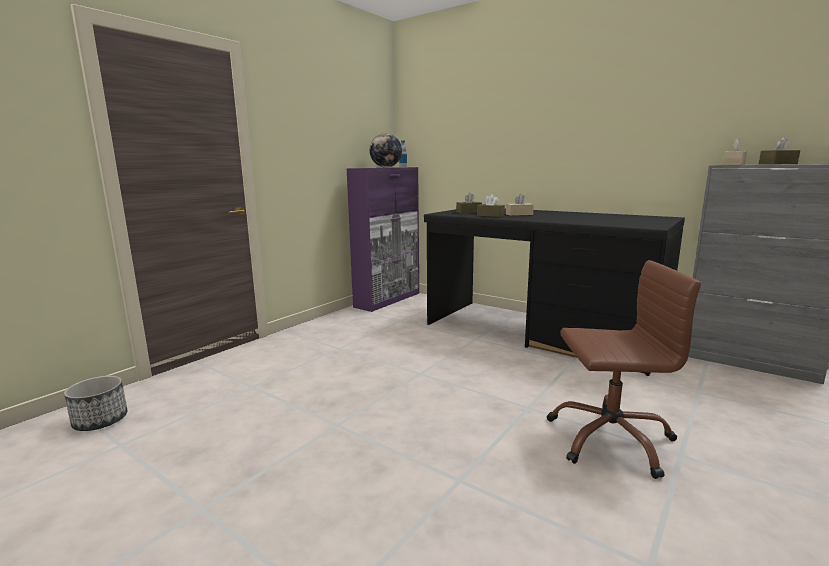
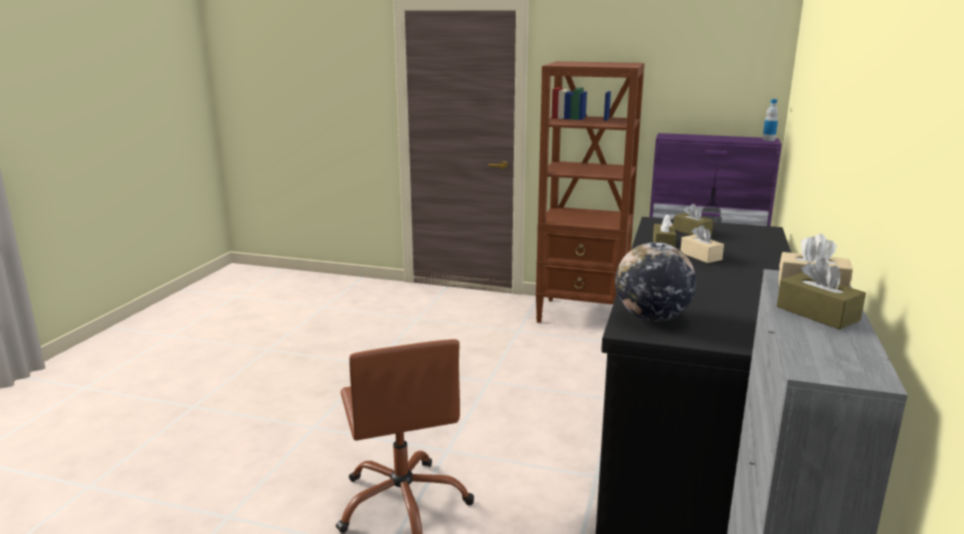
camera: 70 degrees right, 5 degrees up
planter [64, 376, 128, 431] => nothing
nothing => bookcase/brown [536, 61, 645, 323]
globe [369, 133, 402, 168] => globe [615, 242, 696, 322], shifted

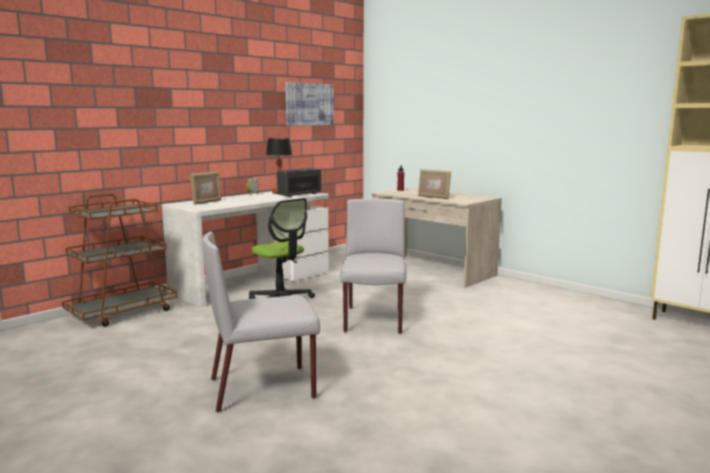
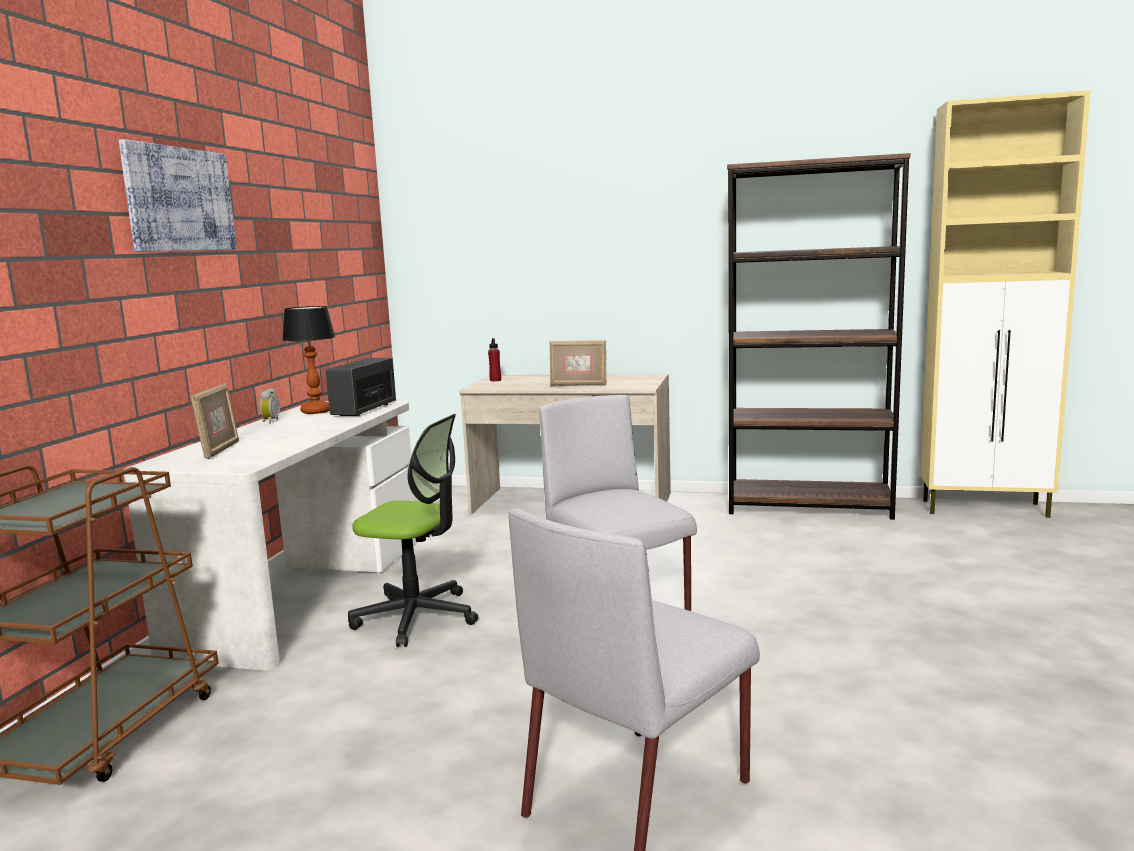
camera: 30 degrees left, 0 degrees up
nothing => bookcase/brown [727, 153, 910, 520]
picture [285, 82, 334, 126] => picture [119, 139, 237, 252], shifted

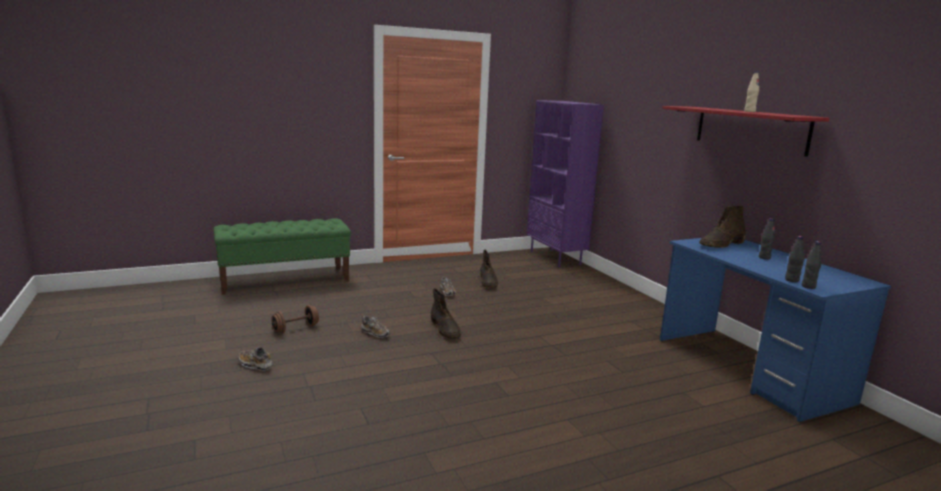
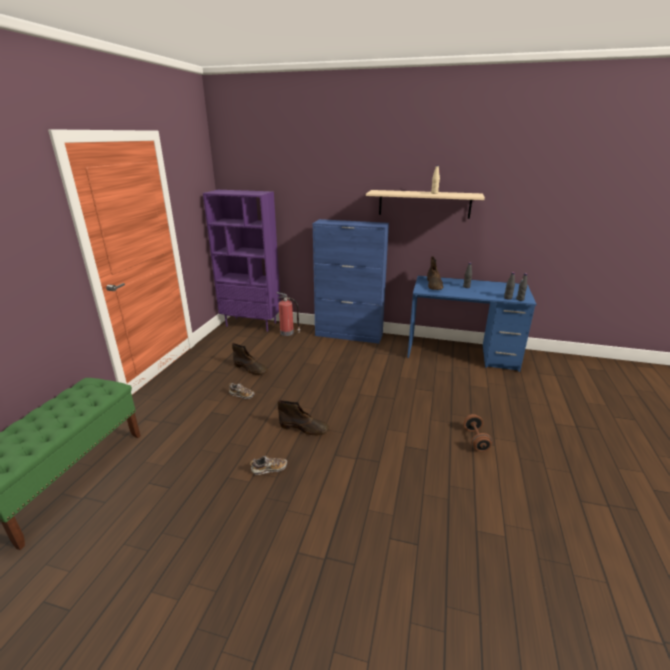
camera: 50 degrees left, 10 degrees up
shoe [238, 347, 273, 371] => nothing
nothing => fire extinguisher [277, 292, 300, 336]
nothing => cabinet/blue [312, 219, 389, 344]
dumbbell/brown [271, 305, 319, 333] => dumbbell/brown [463, 414, 492, 452], shifted
shelf/red [662, 106, 830, 157] => shelf/beige [366, 190, 485, 219]

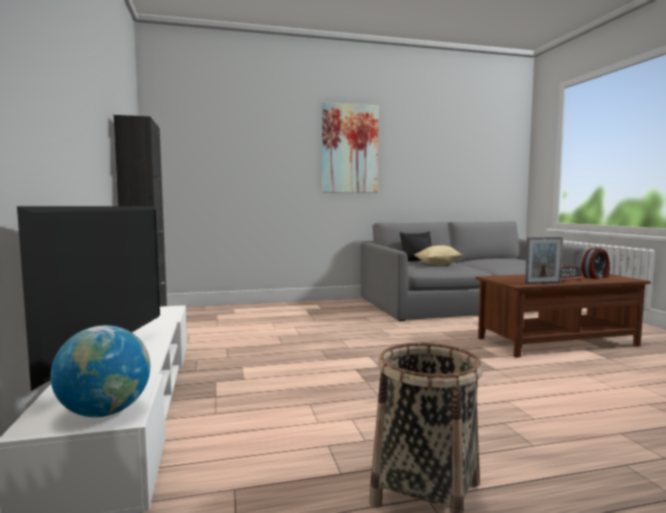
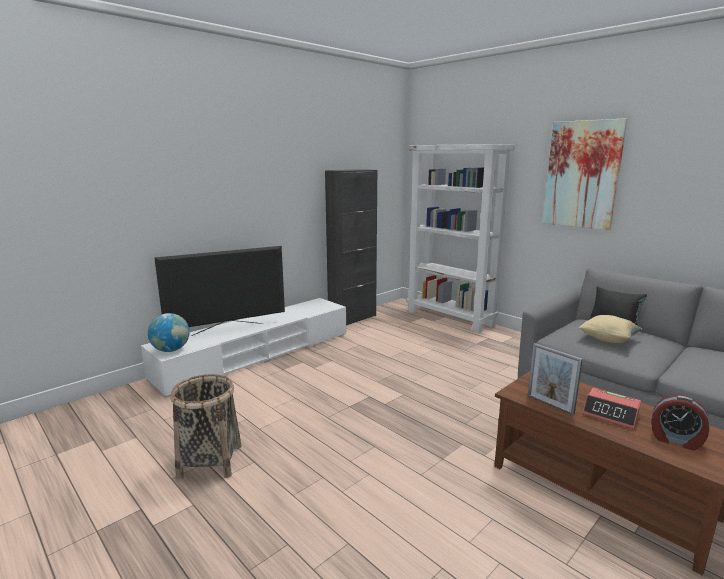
camera: 60 degrees right, 10 degrees up
nothing => bookcase/white [407, 144, 515, 333]

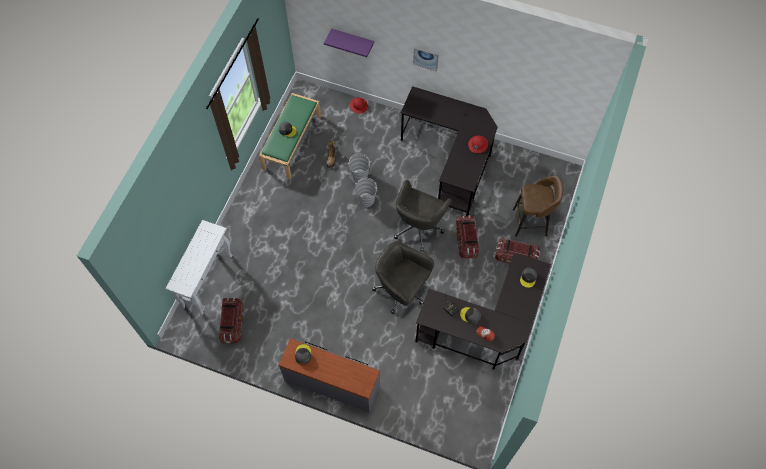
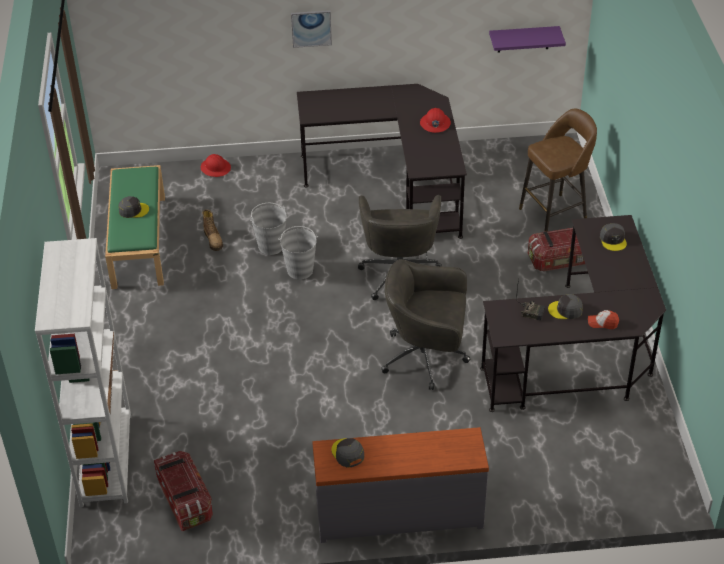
camera: 25 degrees left, 20 degrees down
storage box [456, 215, 479, 258] => nothing
shelf/purple [324, 28, 374, 57] => shelf/purple [489, 26, 566, 53], shifted
console table/white [166, 220, 233, 315] => bookcase/white [35, 238, 131, 507]

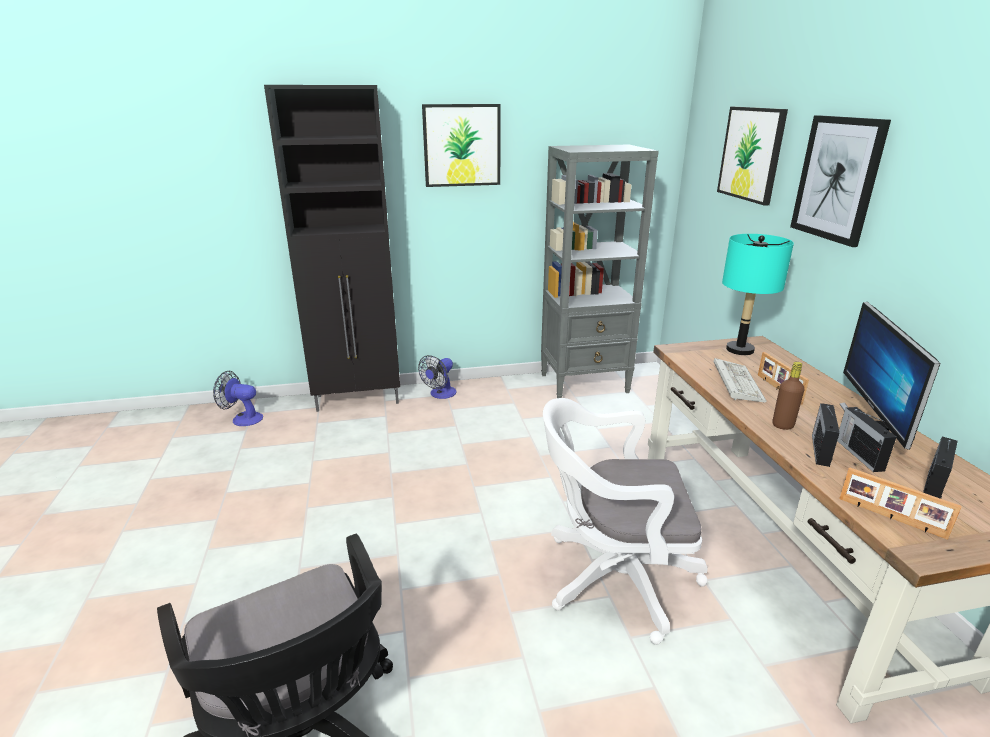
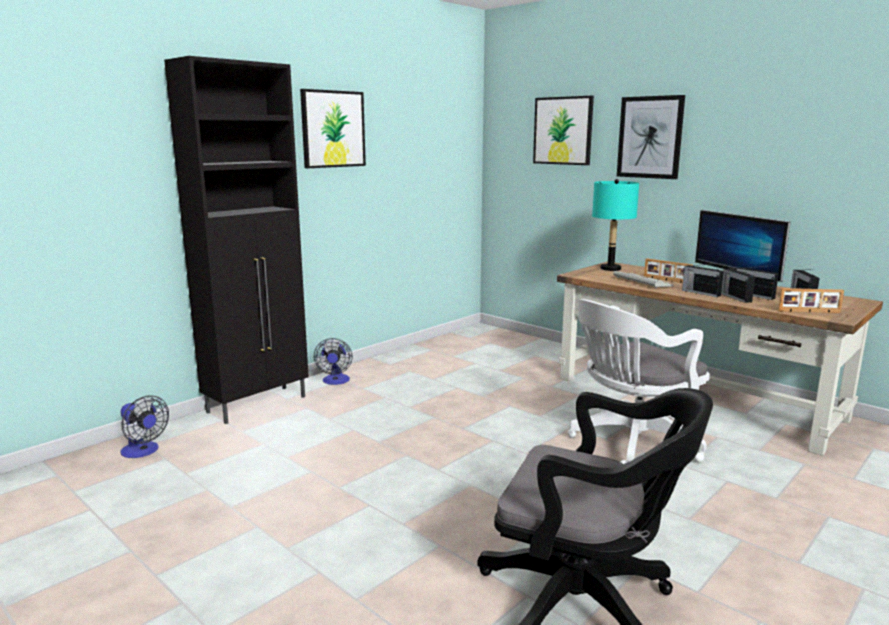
camera: 35 degrees left, 10 degrees down
bookcase/grey [541, 145, 659, 398] => nothing
bottle/brown [772, 362, 804, 430] => radio [682, 263, 724, 297]
fan [213, 371, 263, 426] => fan [121, 395, 169, 458], 120 degrees counterclockwise

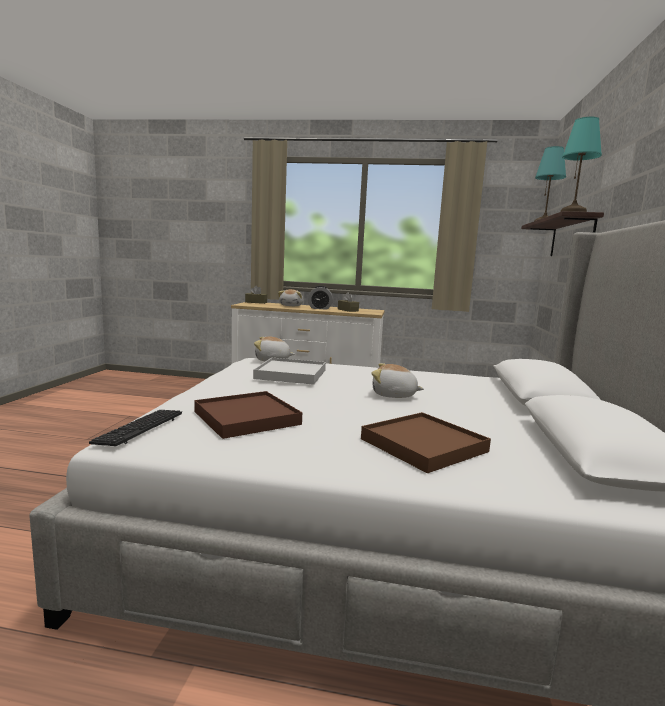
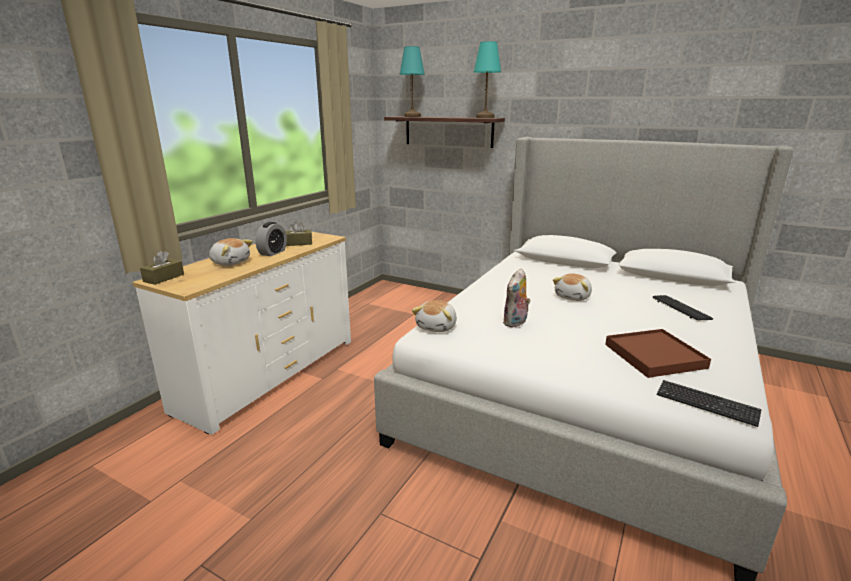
camera: 70 degrees left, 10 degrees up
tray/white [253, 358, 326, 385] => plush toy [503, 268, 531, 328]
tray/brown [361, 412, 491, 473] => keyboard [652, 295, 713, 320]

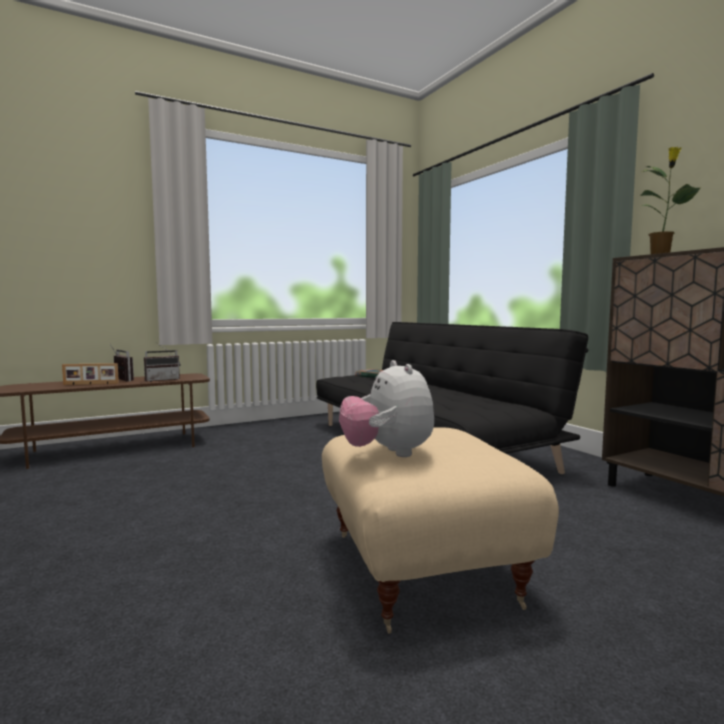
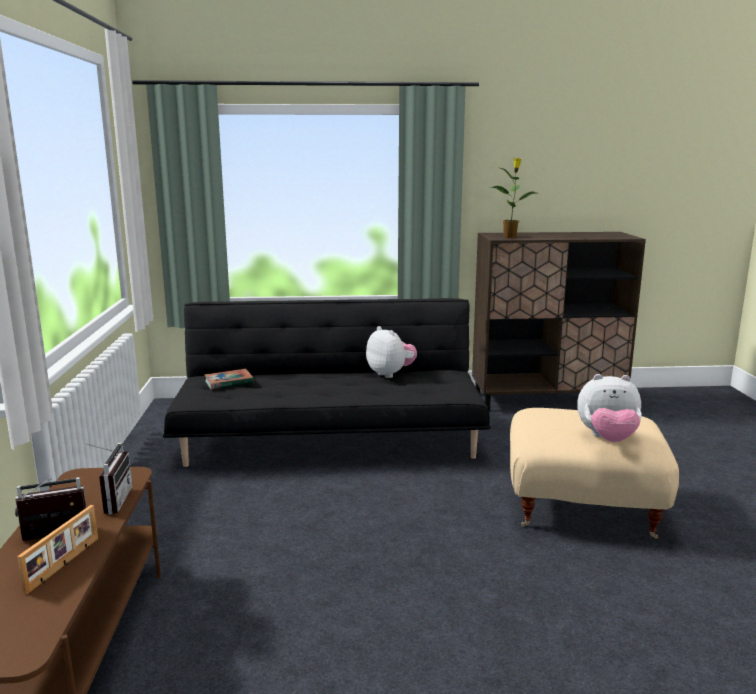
camera: 65 degrees left, 10 degrees up
nothing => plush toy [366, 326, 417, 378]

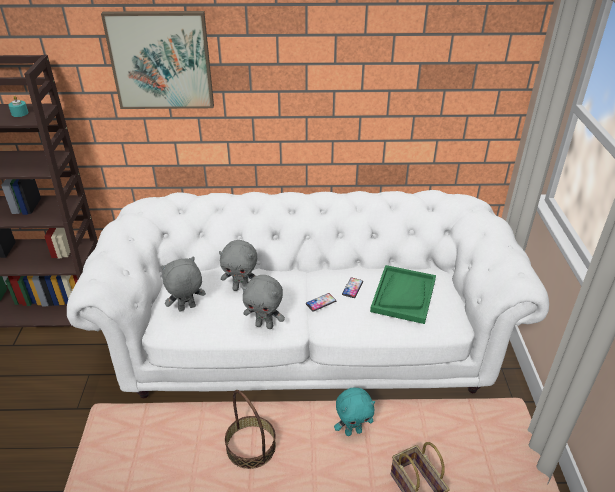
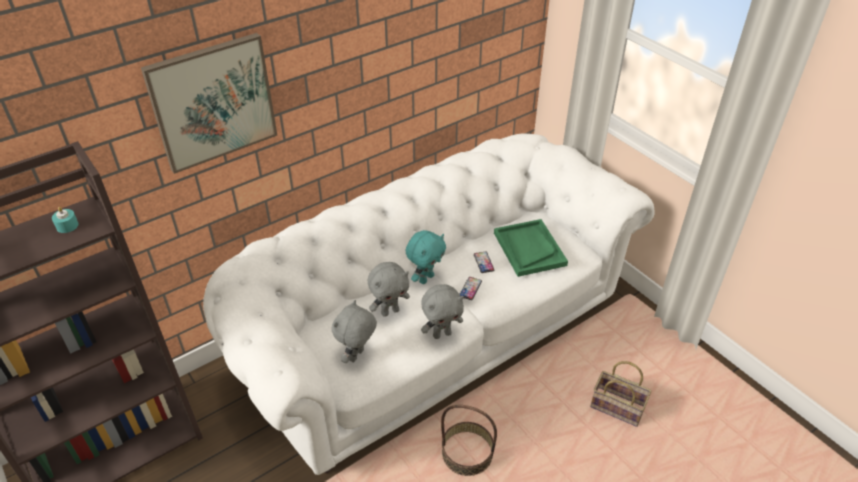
camera: 35 degrees left, 5 degrees up
plush toy/turquoise [334, 388, 375, 436] => plush toy/turquoise [405, 230, 446, 284], shifted

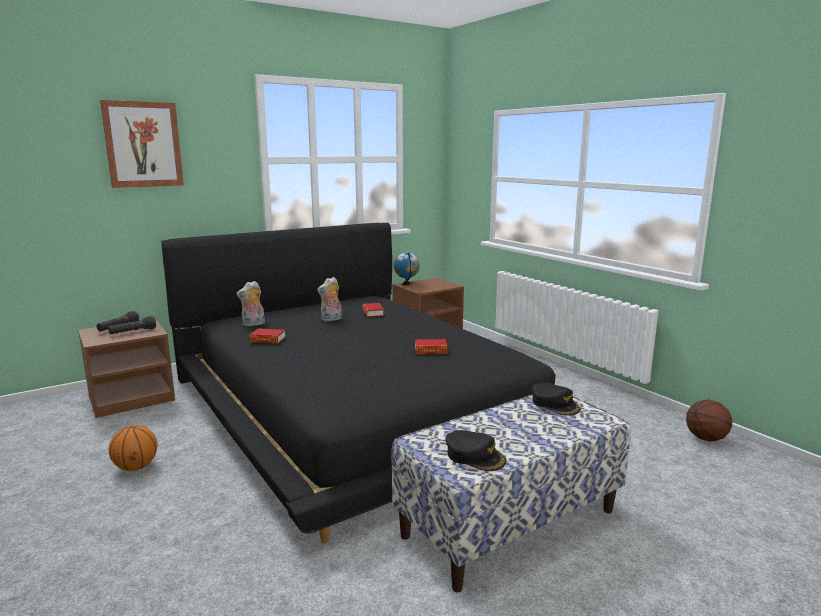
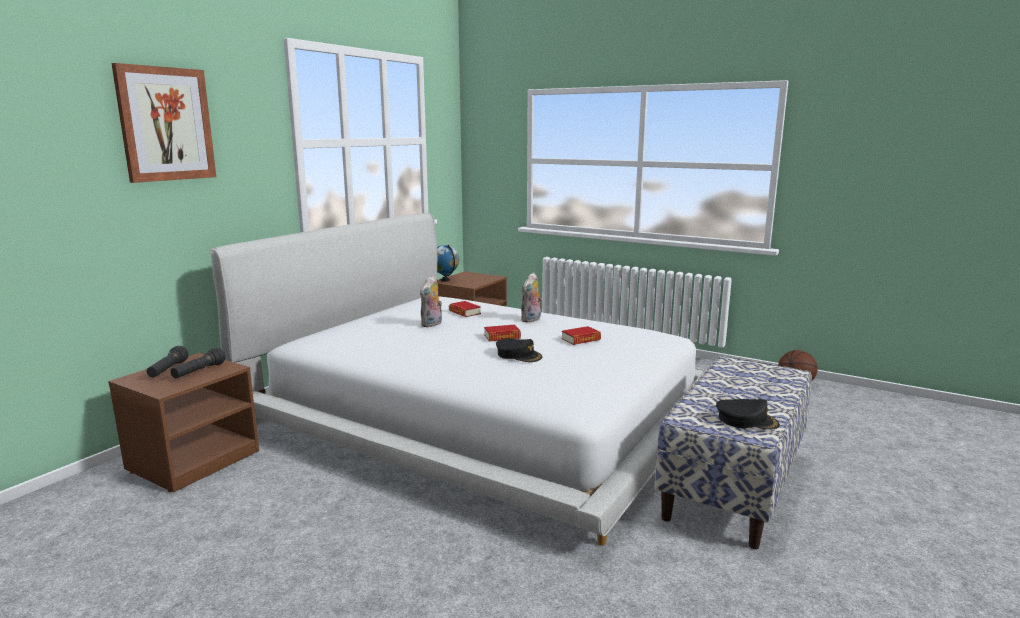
camera: 25 degrees left, 0 degrees up
basketball [109, 425, 157, 471] => nothing
plush toy [236, 281, 265, 326] => plush toy [521, 272, 543, 323], shifted
book [249, 328, 286, 343] => book [484, 325, 521, 341], shifted
cap/black [532, 383, 581, 416] => cap/black [496, 338, 542, 362], shifted
bed/black [161, 223, 556, 543] => bed/white [211, 213, 707, 546]

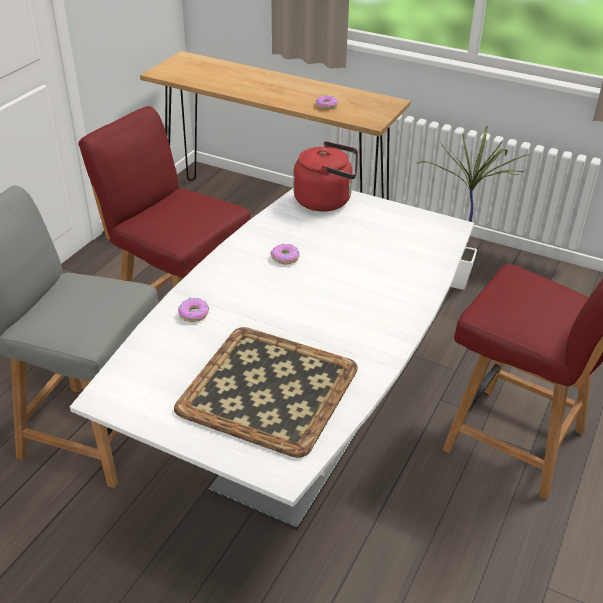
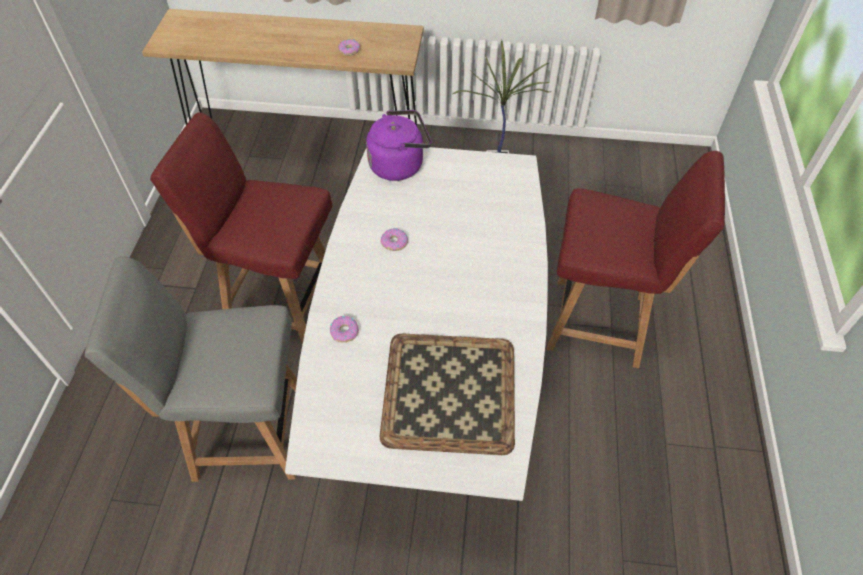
camera: 20 degrees left, 15 degrees up
kettle/red [293, 141, 358, 212] => kettle/purple [366, 110, 431, 181]

